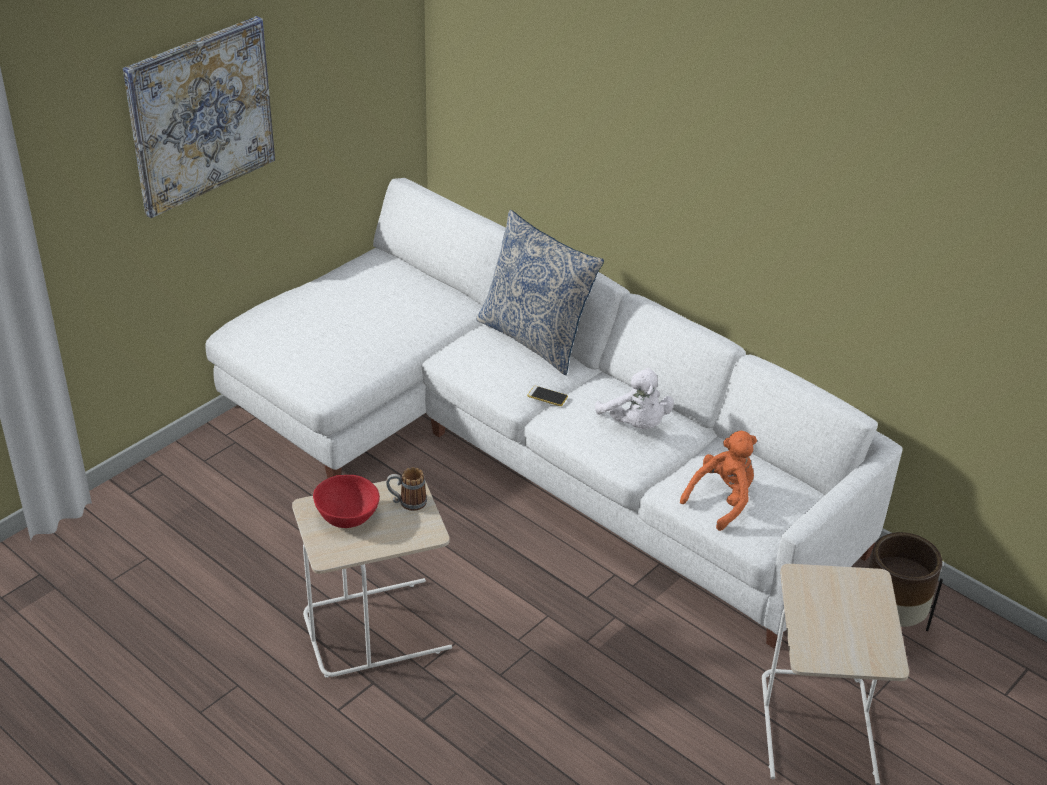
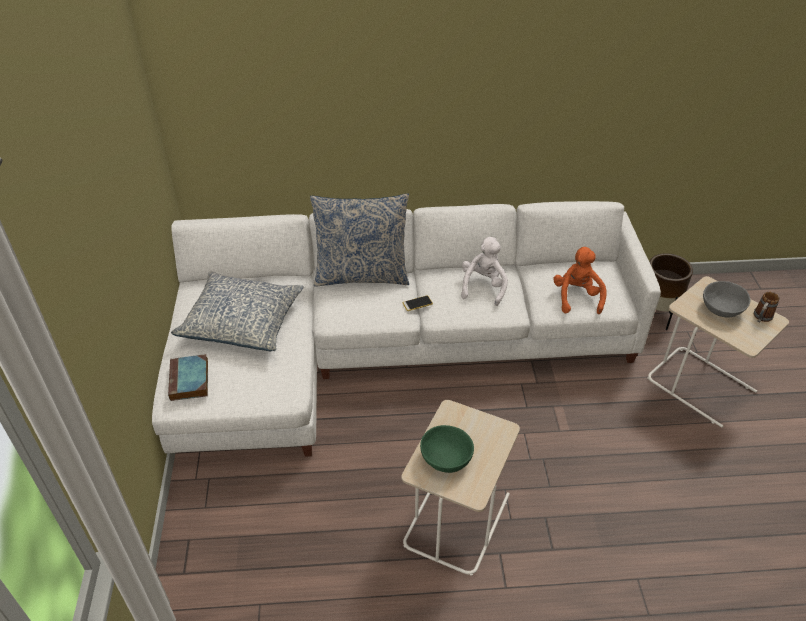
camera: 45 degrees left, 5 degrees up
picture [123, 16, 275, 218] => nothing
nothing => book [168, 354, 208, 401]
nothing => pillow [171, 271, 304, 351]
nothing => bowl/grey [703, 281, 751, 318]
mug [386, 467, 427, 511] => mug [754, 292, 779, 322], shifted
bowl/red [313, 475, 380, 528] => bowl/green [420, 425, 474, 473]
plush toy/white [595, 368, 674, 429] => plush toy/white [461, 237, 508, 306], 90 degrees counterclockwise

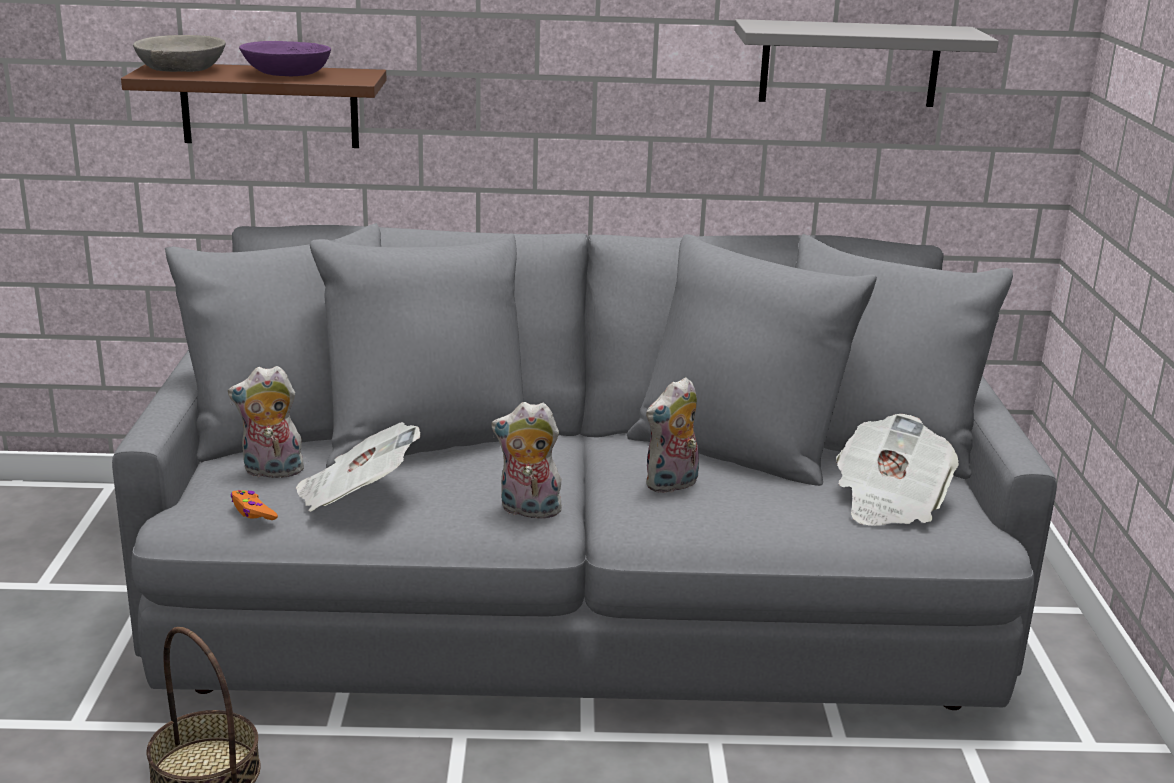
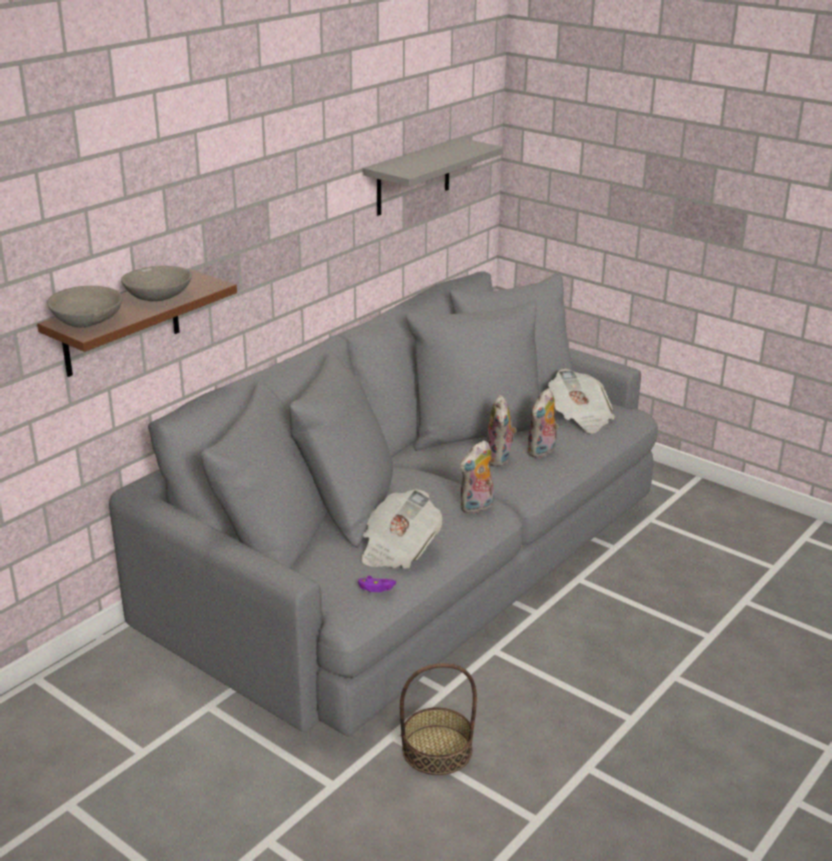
camera: 50 degrees left, 5 degrees up
plush toy [228, 366, 306, 481] => plush toy [527, 388, 559, 458], shifted
game controller/orange [231, 490, 278, 520] => game controller/purple [358, 576, 396, 592]
bowl/purple [239, 41, 331, 76] => bowl/grey [121, 266, 192, 301]

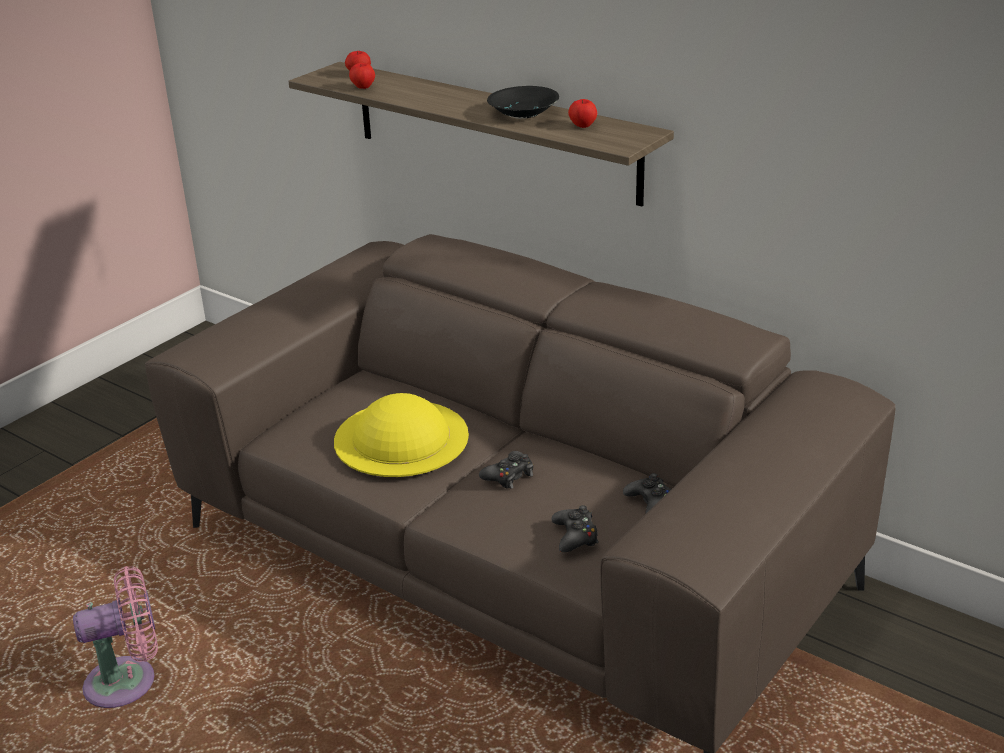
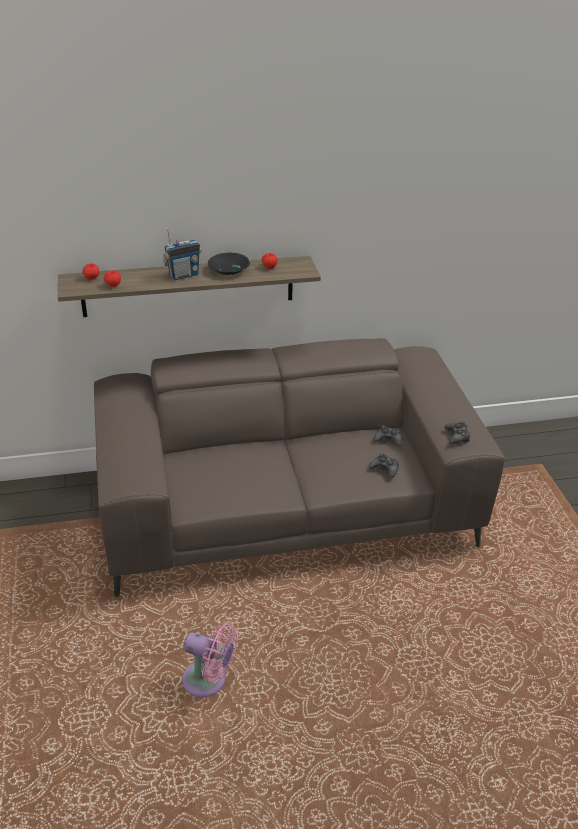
camera: 50 degrees left, 5 degrees up
hat/yellow [334, 393, 469, 477] => nothing
nothing => radio [163, 228, 202, 280]
game controller/black [479, 451, 533, 489] => game controller/black [444, 421, 470, 444], shifted
fan/pink [73, 566, 158, 708] => fan/pink [182, 622, 238, 697], 90 degrees clockwise

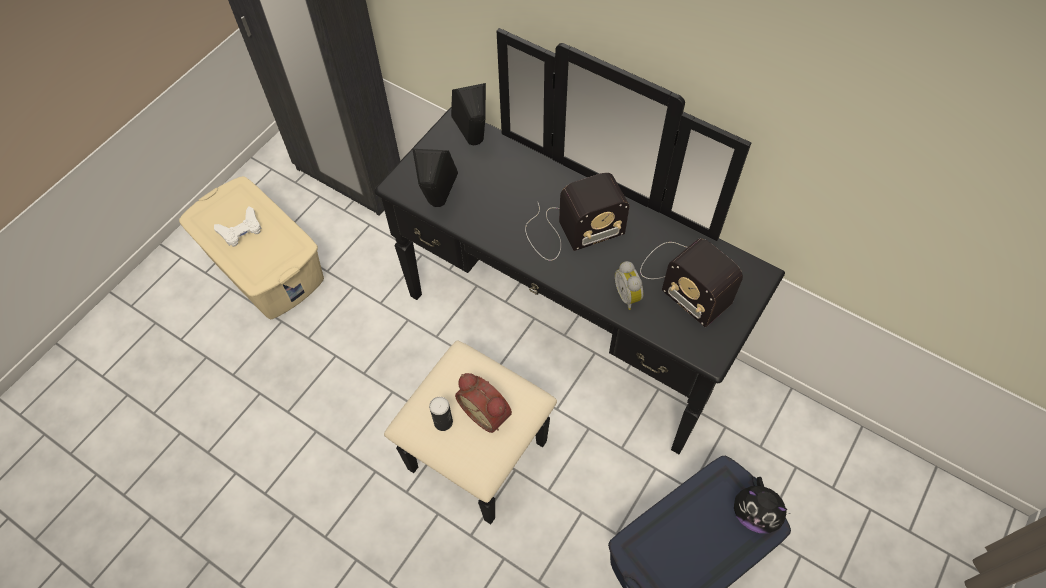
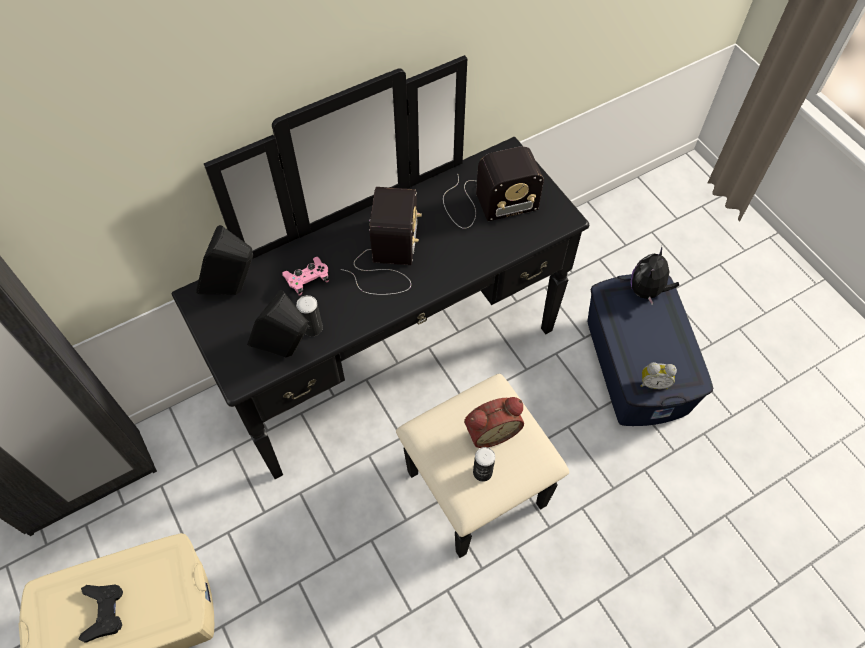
camera: 65 degrees left, 0 degrees up
nothing => game controller/pink [282, 257, 329, 296]
nothing => can [296, 295, 323, 336]
alarm clock [615, 261, 643, 310] => alarm clock [641, 362, 677, 389], shifted
game controller/white [214, 206, 261, 247] => game controller/black [79, 585, 123, 643]
plush toy [734, 477, 790, 533] => plush toy [631, 246, 680, 306], 150 degrees clockwise

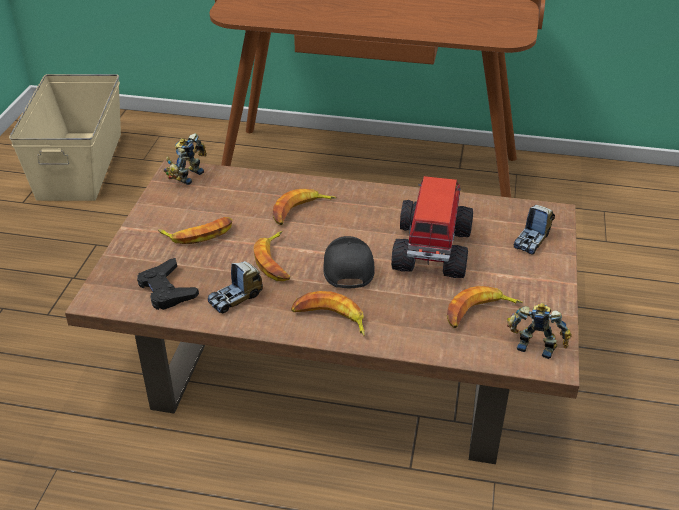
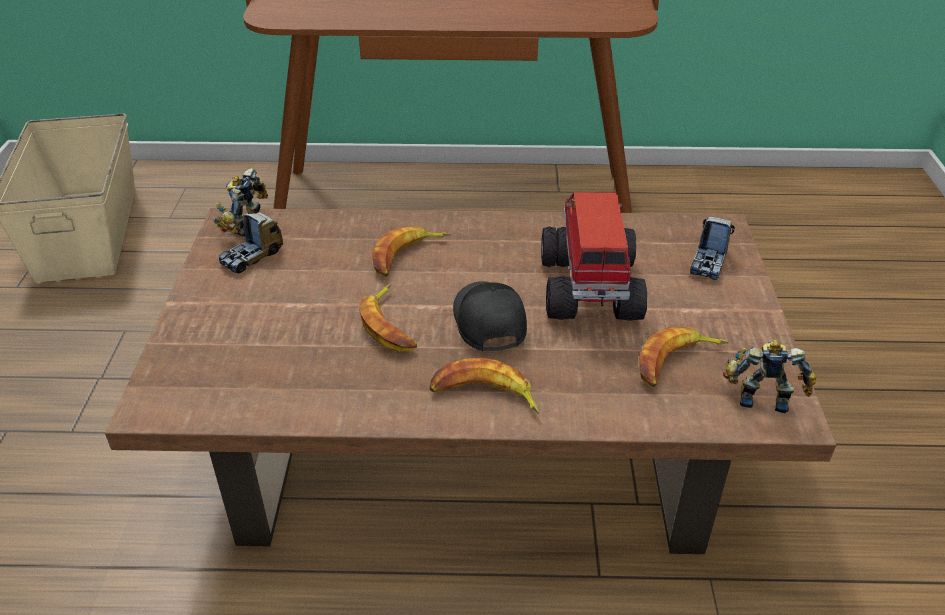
camera: 10 degrees left, 0 degrees up
game controller/black [137, 258, 199, 310] => nothing
banana [158, 217, 232, 244] => nothing
toy truck [208, 261, 263, 313] => toy truck [219, 212, 283, 273], shifted

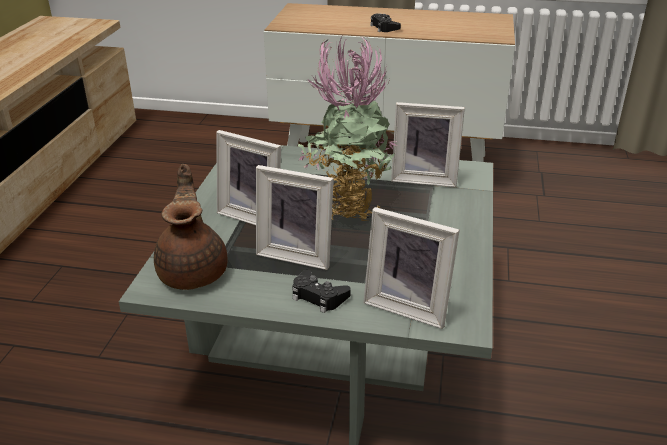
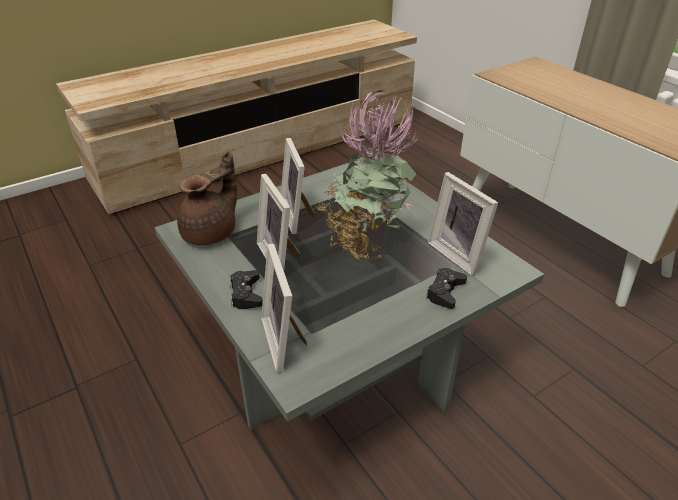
camera: 45 degrees right, 5 degrees up
game controller/black [370, 13, 401, 32] => game controller/black [426, 268, 467, 309], shifted

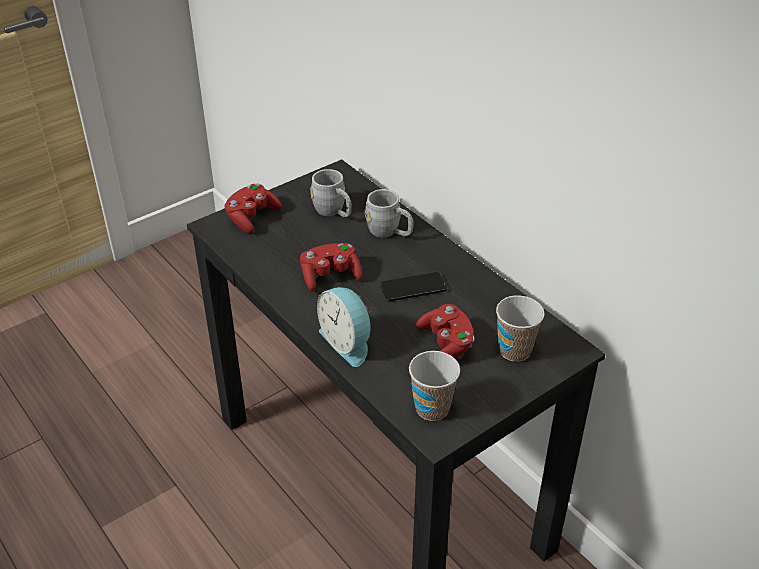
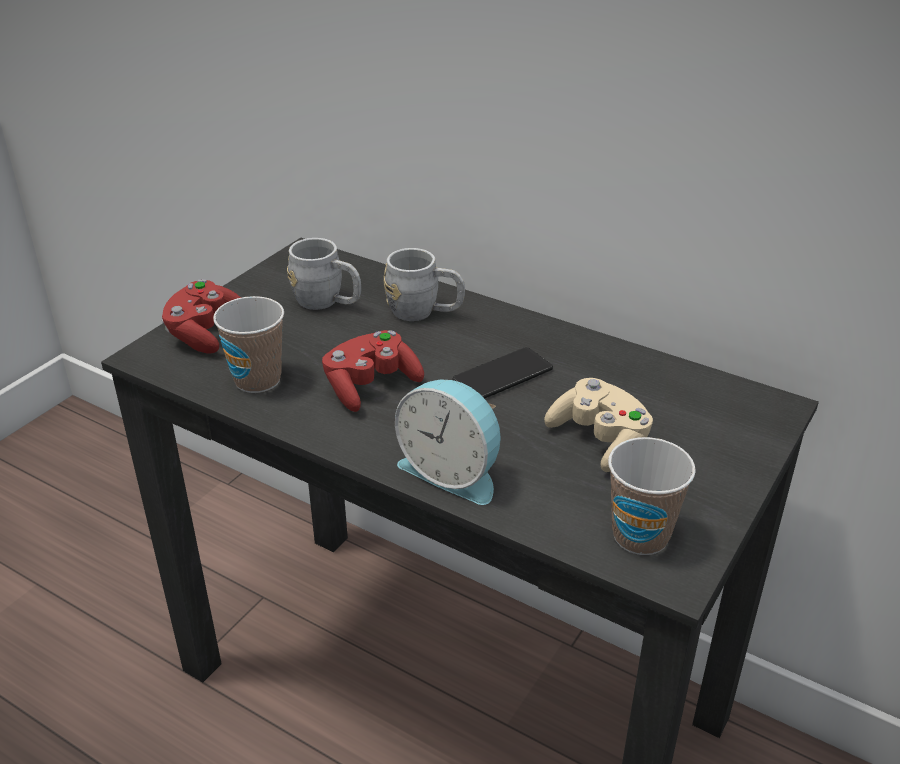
camera: 20 degrees left, 5 degrees down
cup [496, 296, 544, 362] => cup [213, 296, 284, 393], shifted
game controller/red [416, 304, 475, 359] => game controller/beige [544, 378, 653, 472]

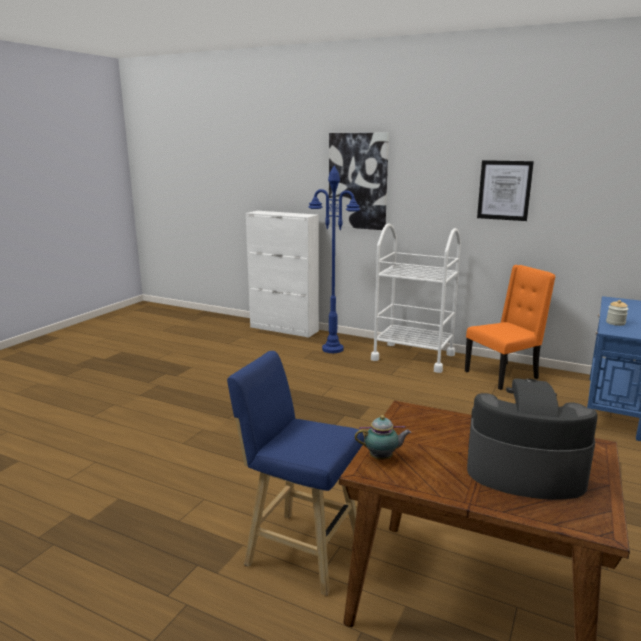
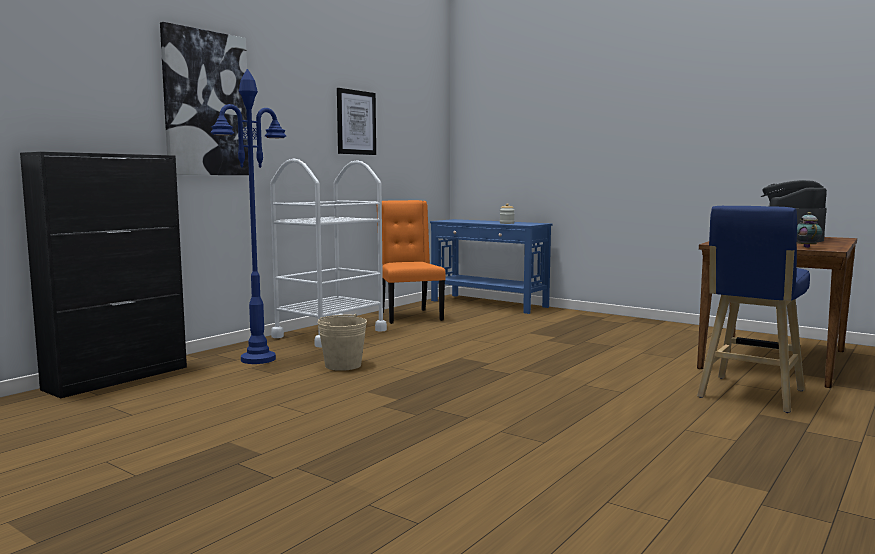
camera: 80 degrees left, 10 degrees down
nothing => bucket/beige [317, 314, 367, 371]
cabinet/white [246, 211, 319, 338] => cabinet/black [20, 152, 187, 399]

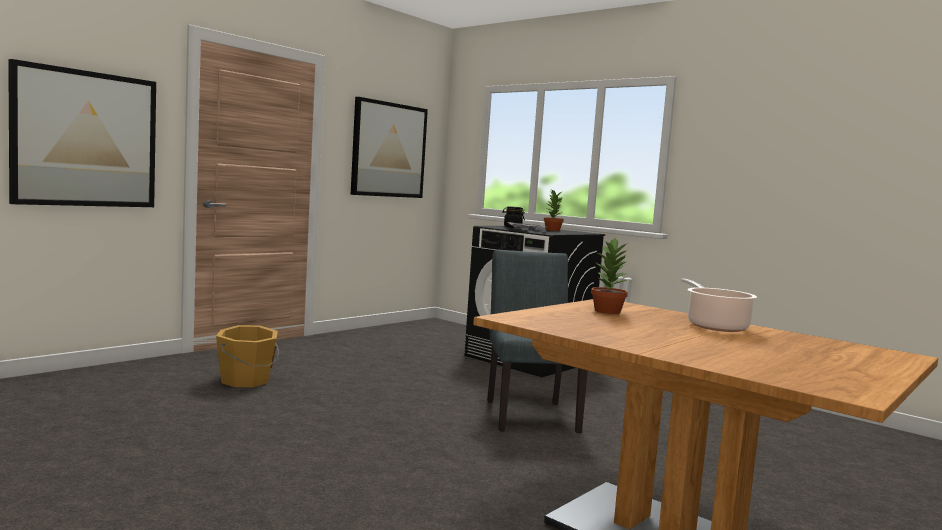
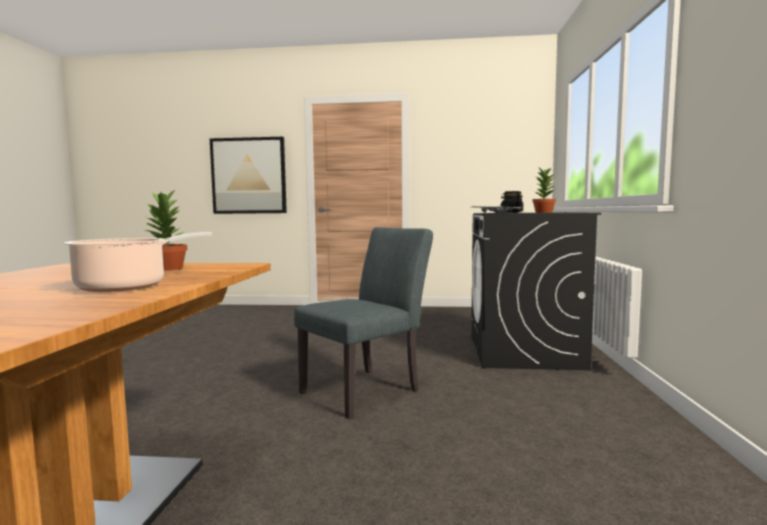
camera: 55 degrees right, 0 degrees up
bucket/orange [216, 325, 279, 387] => nothing
picture [351, 97, 428, 198] => nothing

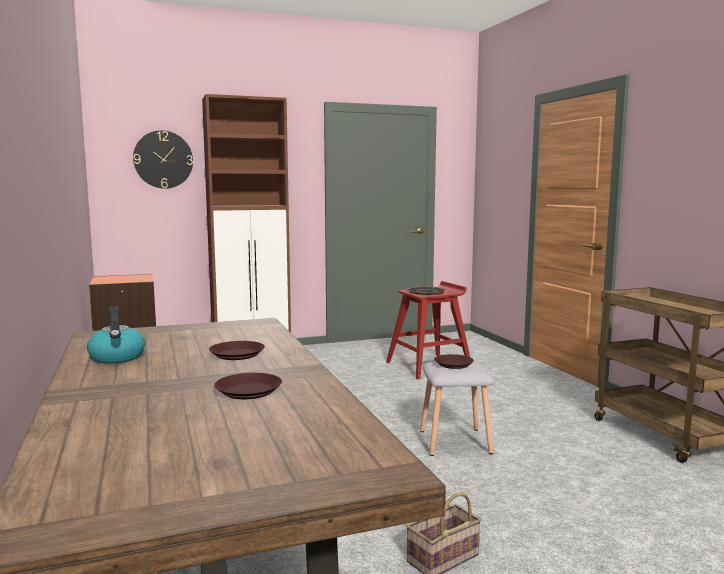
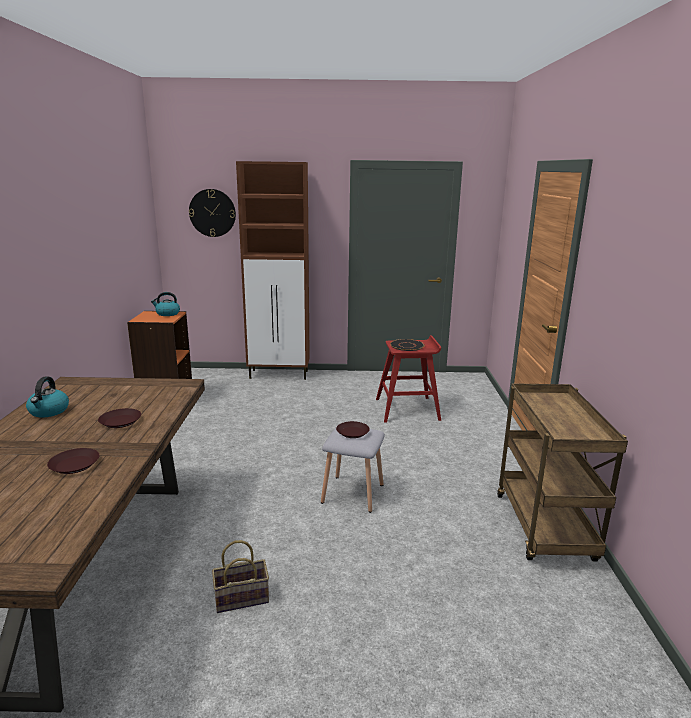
camera: 20 degrees right, 10 degrees up
nothing => kettle [151, 292, 180, 316]

